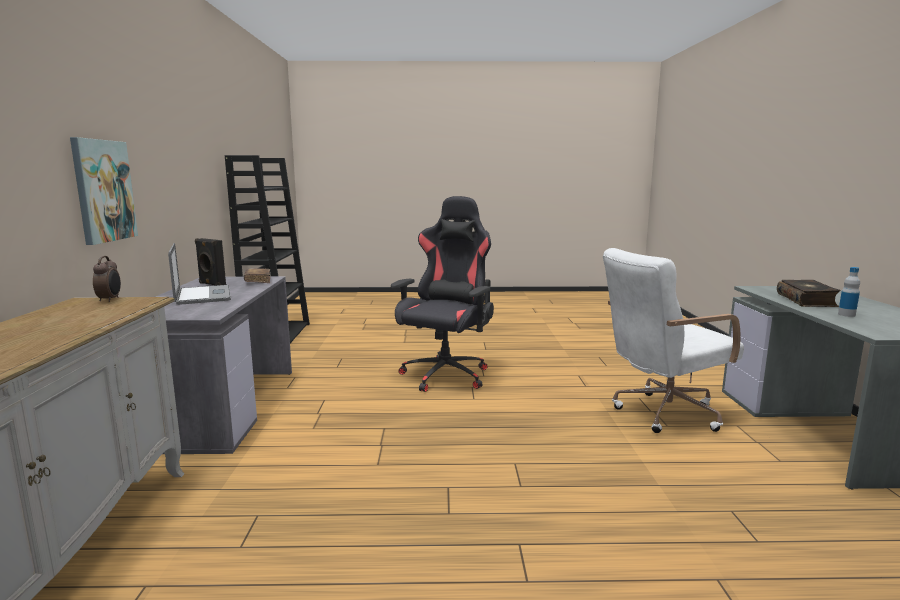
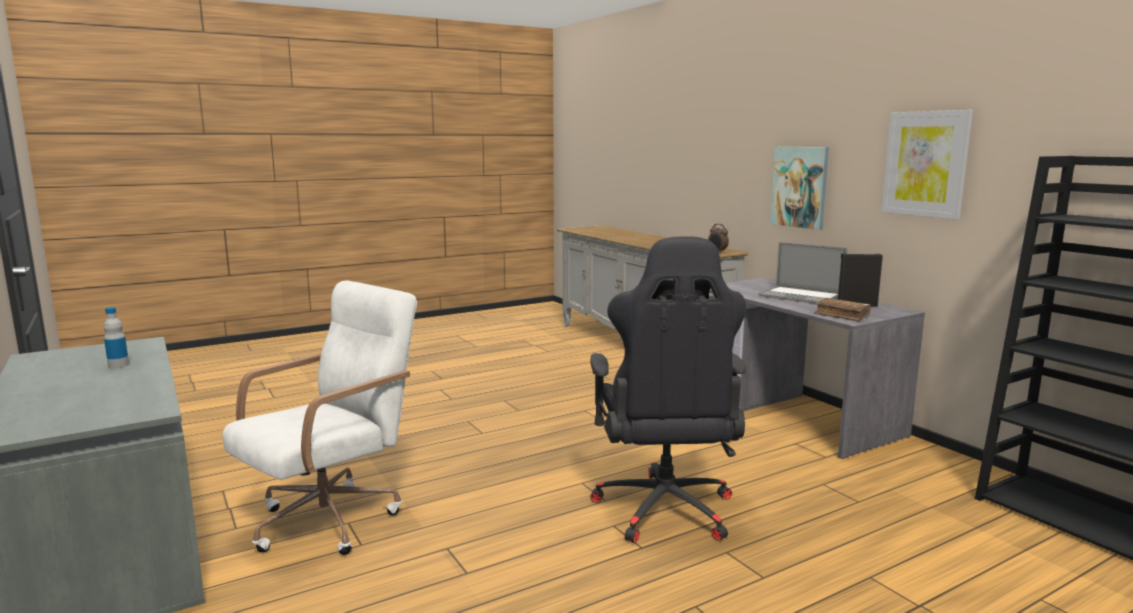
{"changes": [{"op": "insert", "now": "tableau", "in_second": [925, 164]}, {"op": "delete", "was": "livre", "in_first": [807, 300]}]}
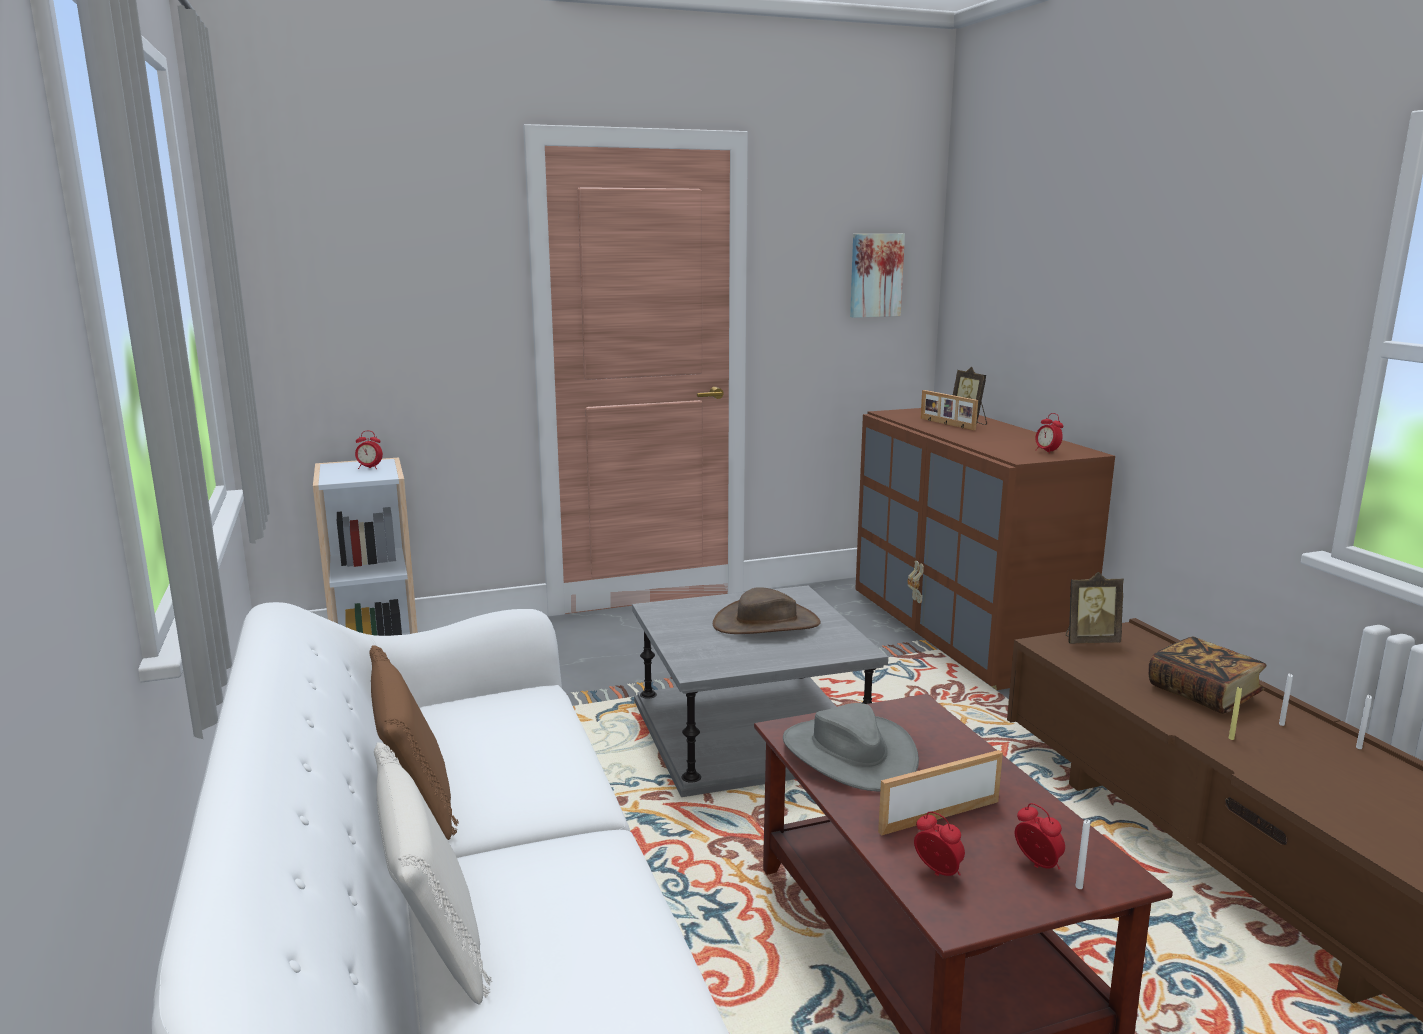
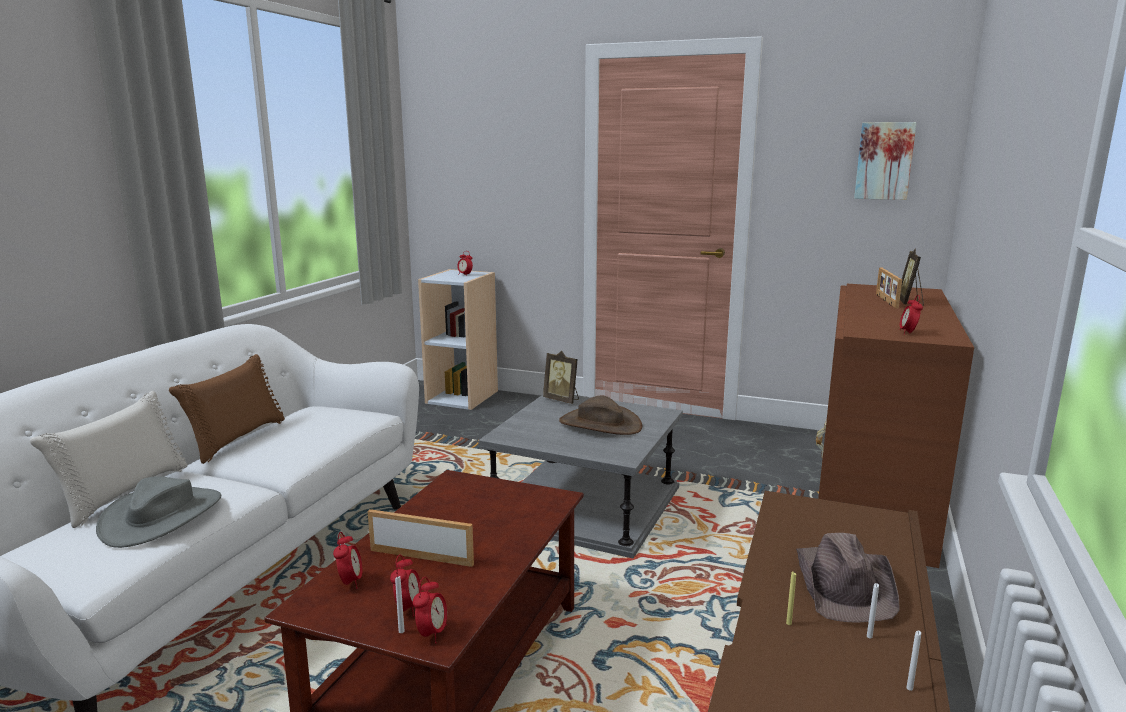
{"changes": [{"op": "move", "was": "chapeau/gris", "in_first": [848, 754], "in_second": [162, 516]}, {"op": "insert", "now": "réveil", "in_second": [432, 633]}, {"op": "move", "was": "cadre photo", "in_first": [1089, 641], "in_second": [562, 400]}, {"op": "replace", "was": "livre", "now": "chapeau/marron", "in_first": [1203, 694], "in_second": [845, 585]}]}
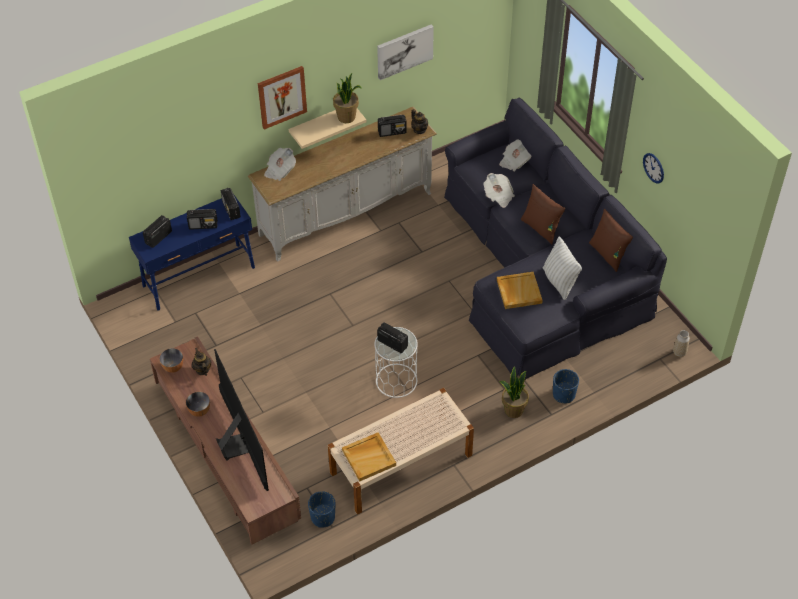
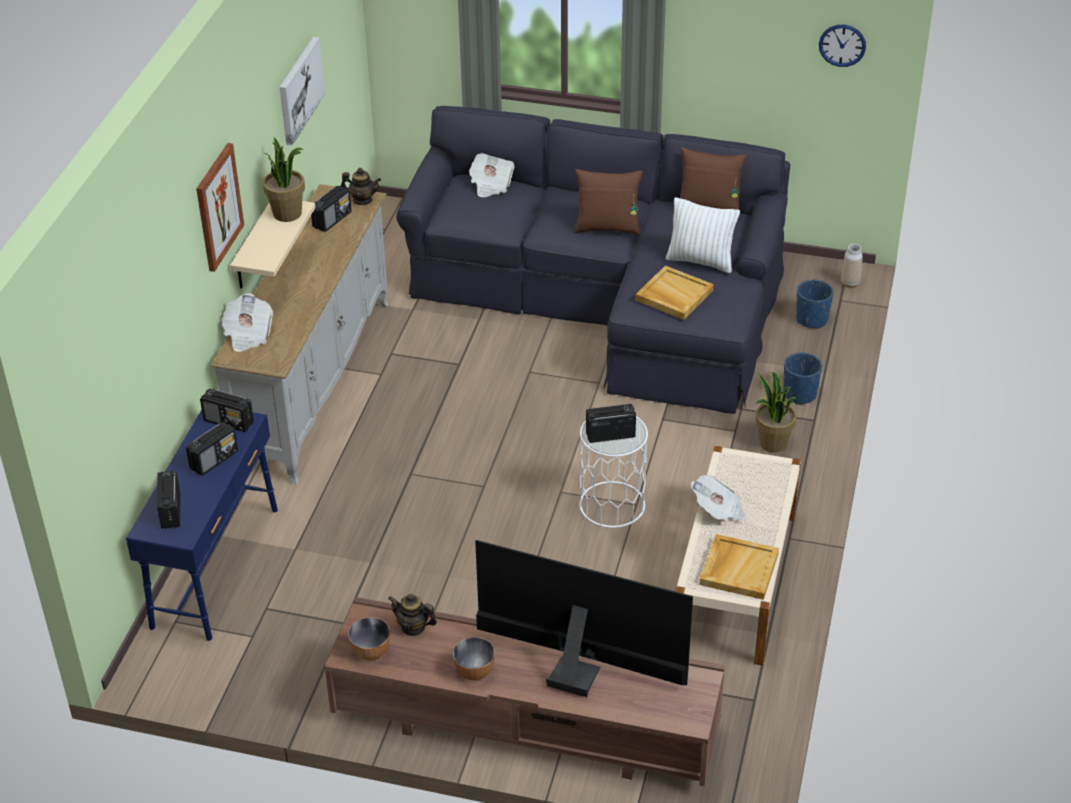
{"changes": [{"op": "move", "was": "journal", "in_first": [498, 196], "in_second": [718, 511]}, {"op": "move", "was": "cache-pot/bleu", "in_first": [323, 517], "in_second": [812, 319]}, {"op": "move", "was": "horloge murale", "in_first": [653, 168], "in_second": [842, 45]}]}
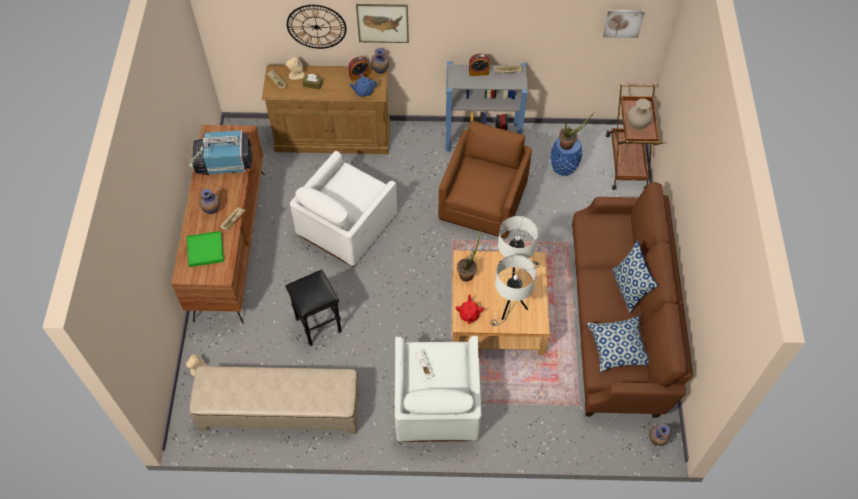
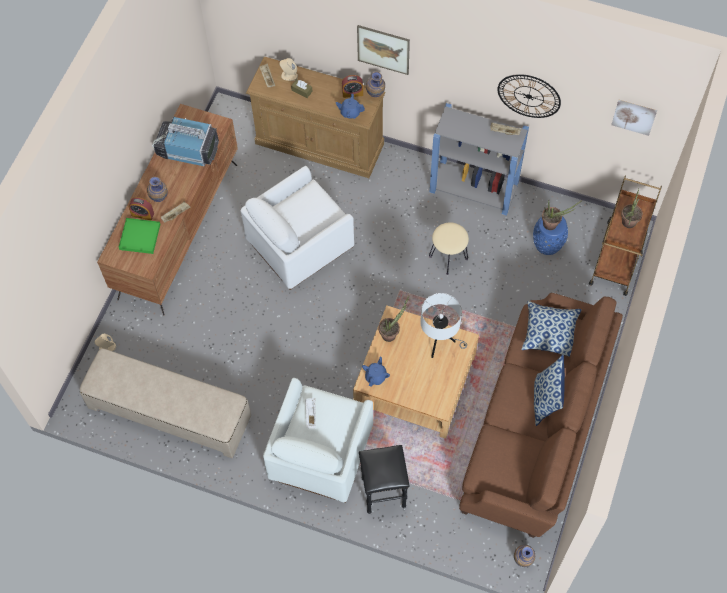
{"changes": [{"op": "move", "was": "réveil", "in_first": [478, 72], "in_second": [142, 214]}, {"op": "move", "was": "tabouret/noir", "in_first": [317, 324], "in_second": [382, 491]}, {"op": "recolor", "was": "théière/rouge", "now": "théière/bleu", "in_first": [469, 314], "in_second": [376, 376]}, {"op": "replace", "was": "fauteuil/marron", "now": "tabouret/beige", "in_first": [484, 201], "in_second": [448, 257]}, {"op": "move", "was": "horloge murale", "in_first": [316, 26], "in_second": [529, 96]}, {"op": "move", "was": "coussin", "in_first": [618, 348], "in_second": [550, 334]}, {"op": "replace", "was": "vase/beige", "now": "plante en pot", "in_first": [637, 123], "in_second": [627, 224]}, {"op": "delete", "was": "lampe de table/blanc", "in_first": [509, 309]}]}
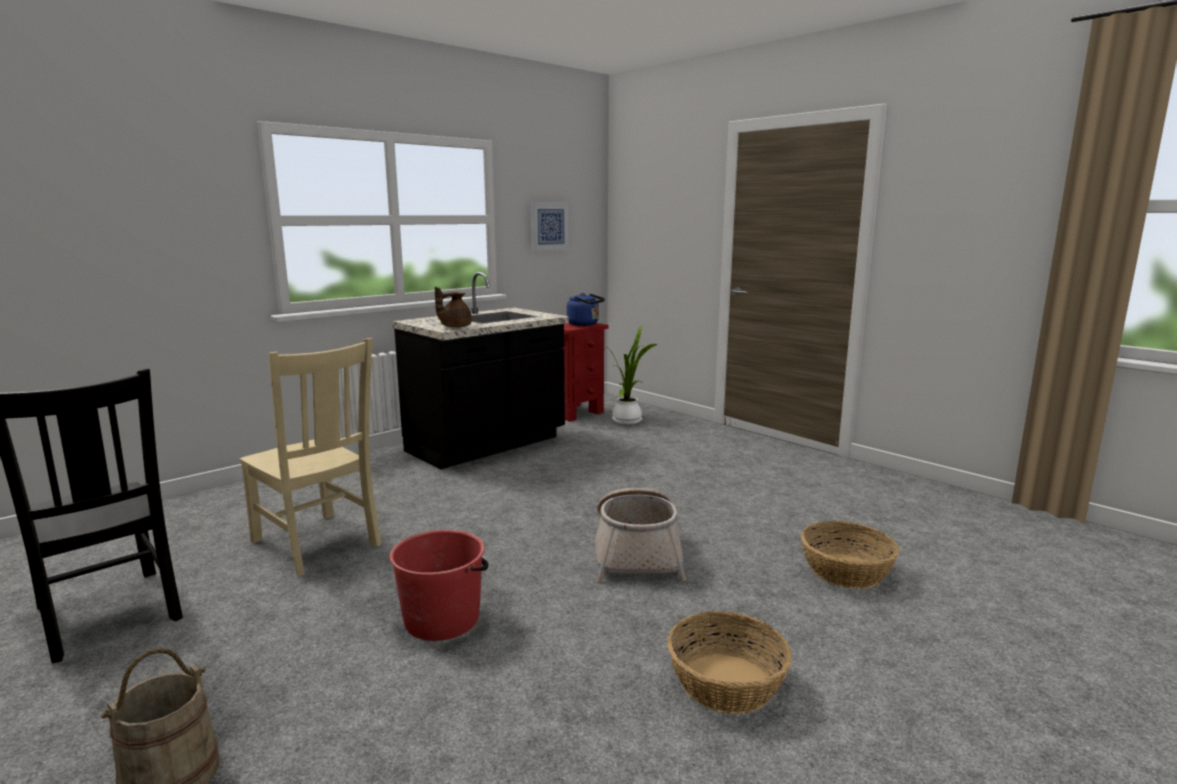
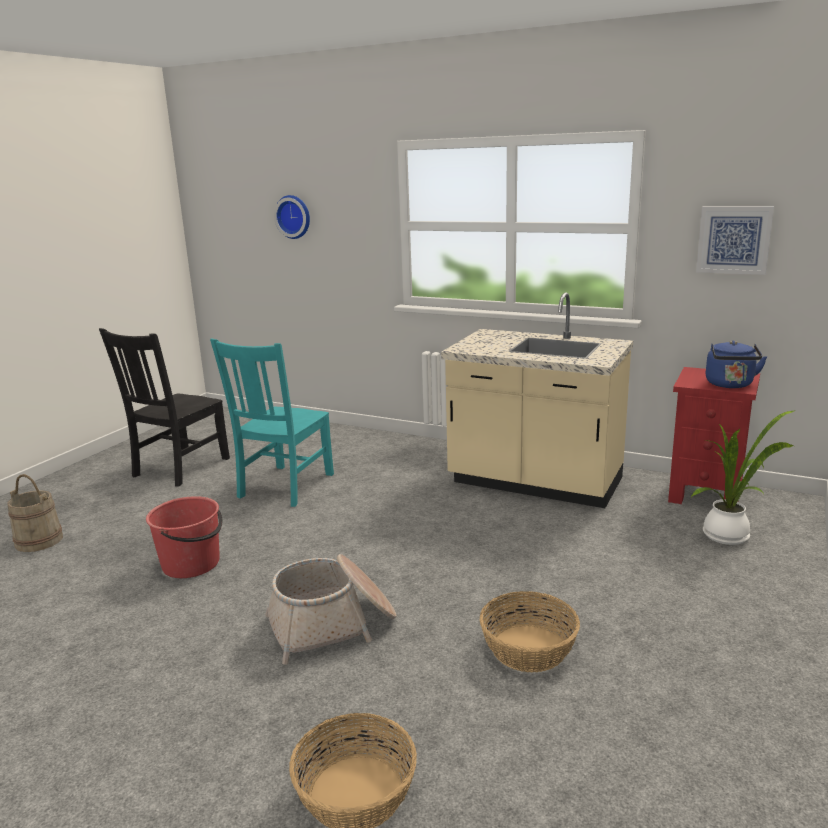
{"changes": [{"op": "recolor", "was": "chaise/beige", "now": "chaise/turquoise", "in_first": [317, 544], "in_second": [284, 487]}, {"op": "insert", "now": "horloge murale", "in_second": [294, 216]}, {"op": "recolor", "was": "comptoir de cuisine/noir", "now": "comptoir de cuisine/beige", "in_first": [487, 445], "in_second": [535, 483]}, {"op": "move", "was": "panier", "in_first": [727, 682], "in_second": [529, 649]}, {"op": "delete", "was": "théière/marron", "in_first": [454, 326]}]}
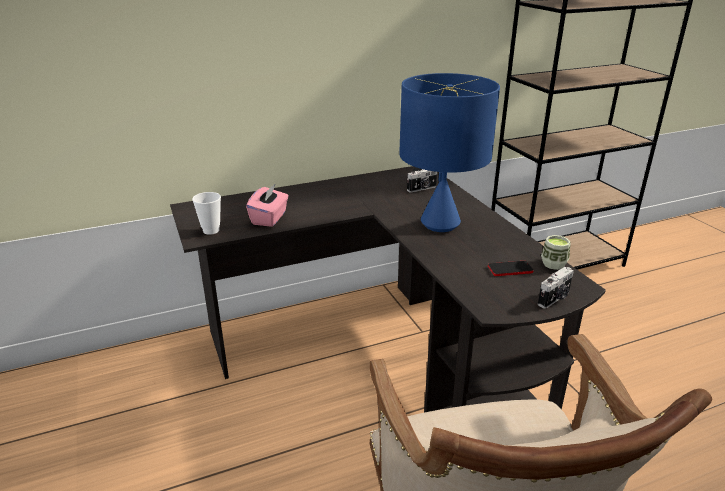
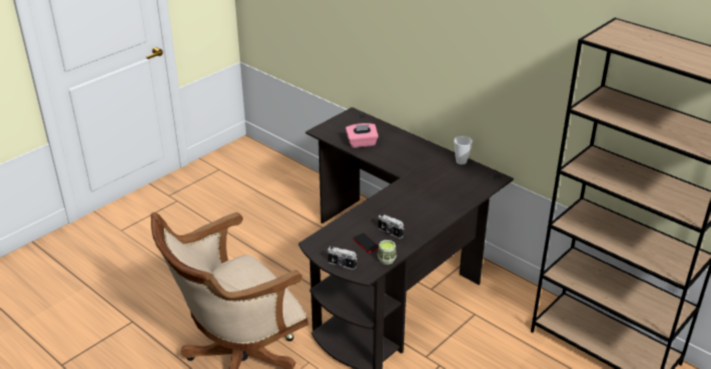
{"changes": [{"op": "move", "was": "appareil photo", "in_first": [422, 189], "in_second": [390, 233]}, {"op": "move", "was": "tasse", "in_first": [211, 230], "in_second": [461, 161]}, {"op": "delete", "was": "lampe de table/bleu", "in_first": [440, 225]}]}
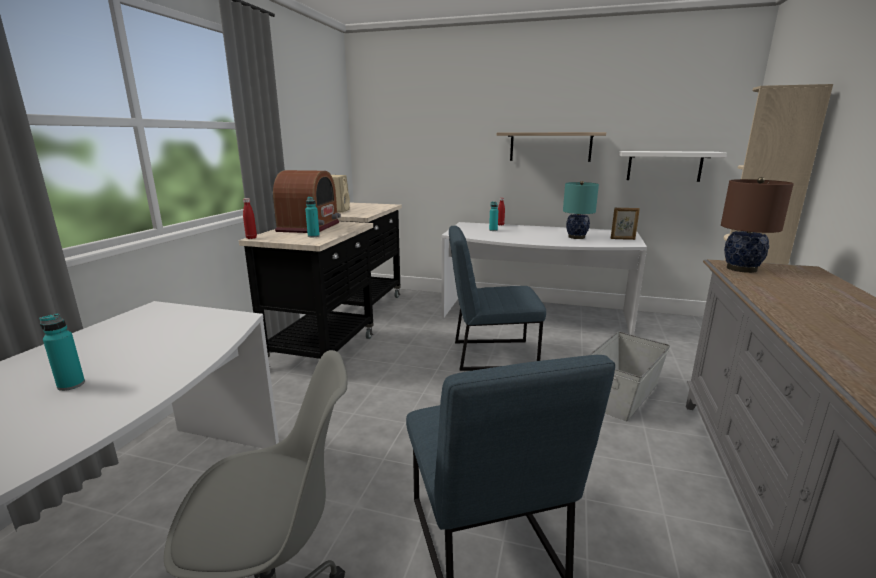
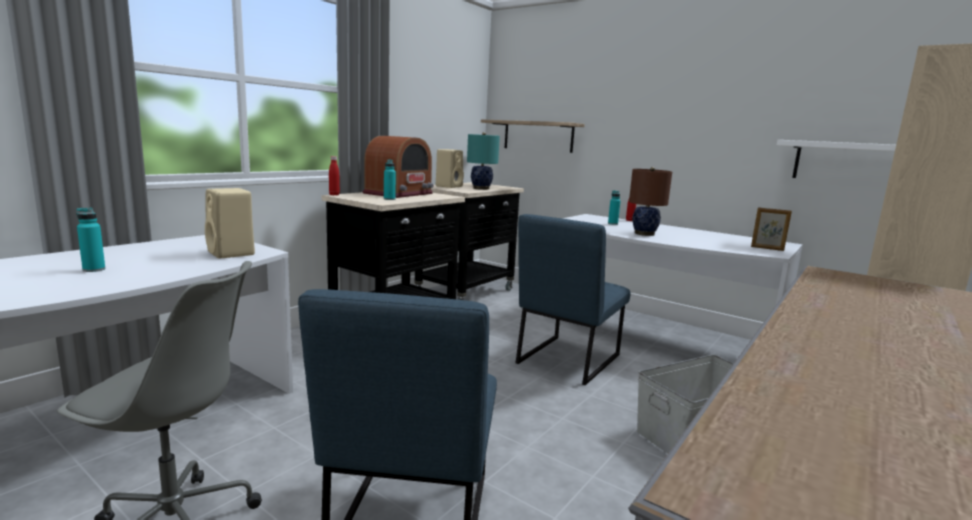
{"changes": [{"op": "insert", "now": "enceinte/beige", "in_second": [232, 253]}, {"op": "move", "was": "lampe de table/turquoise", "in_first": [576, 237], "in_second": [481, 188]}, {"op": "move", "was": "étagère", "in_first": [550, 147], "in_second": [538, 136]}, {"op": "rotate", "was": "chaise/bleu", "in_first": [491, 354], "in_second": [566, 360], "clockwise": -75}, {"op": "move", "was": "lampe de table/marron", "in_first": [741, 269], "in_second": [644, 234]}]}
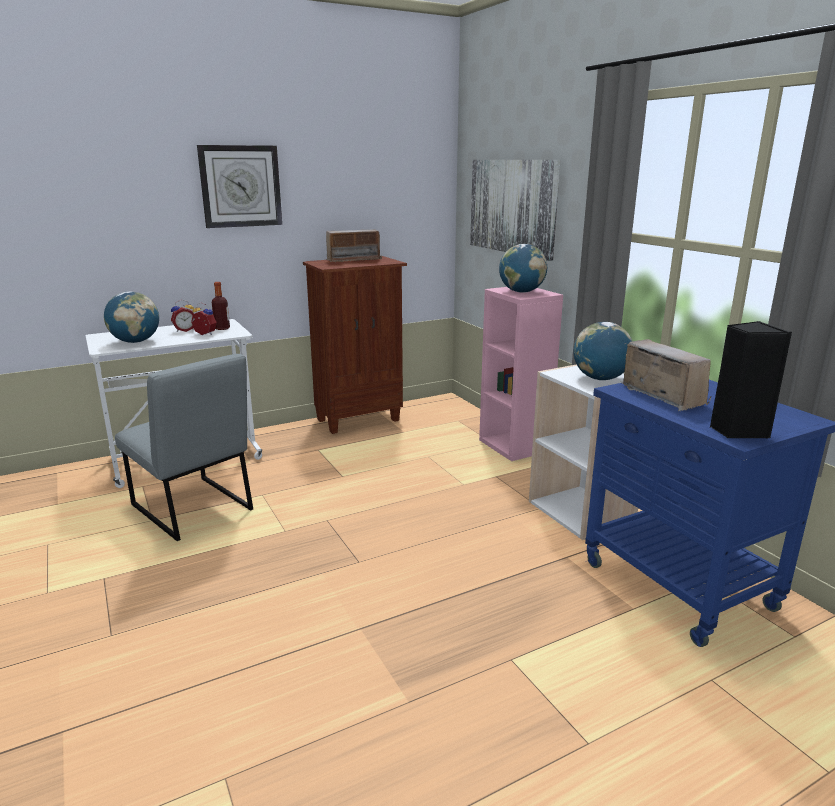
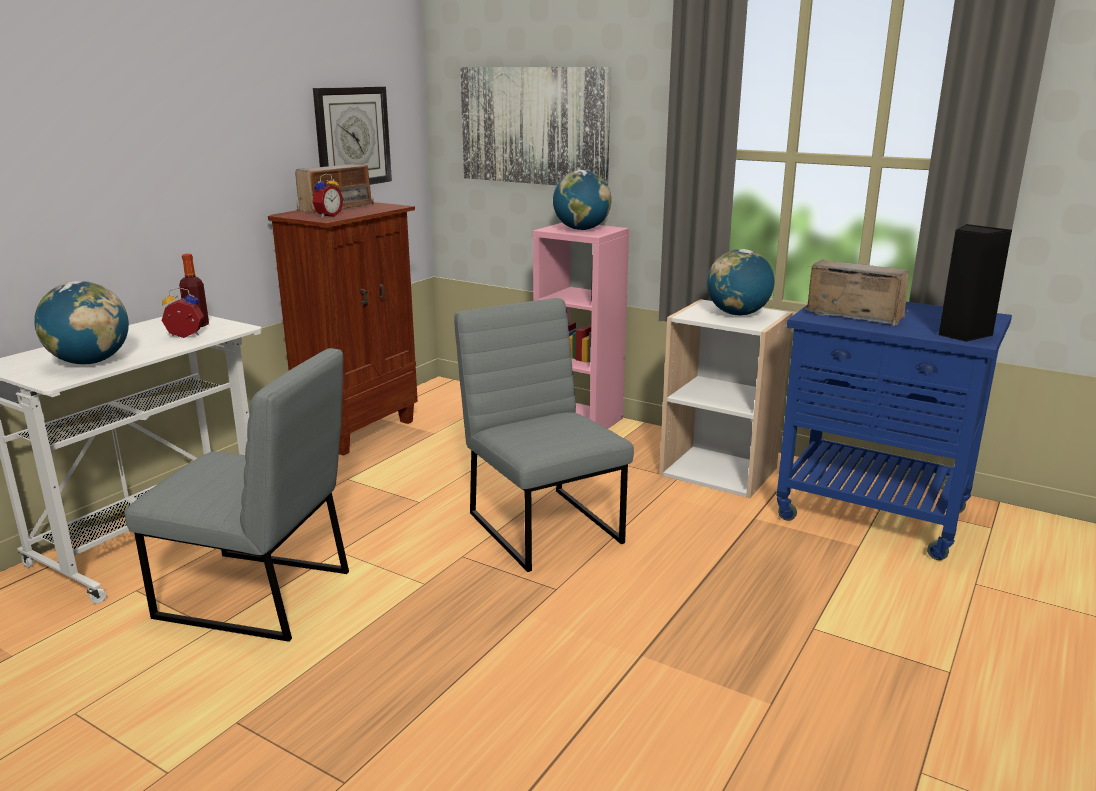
{"changes": [{"op": "move", "was": "réveil", "in_first": [184, 330], "in_second": [327, 216]}, {"op": "move", "was": "horloge murale", "in_first": [240, 186], "in_second": [352, 137]}, {"op": "insert", "now": "chaise/gris", "in_second": [543, 525]}]}
